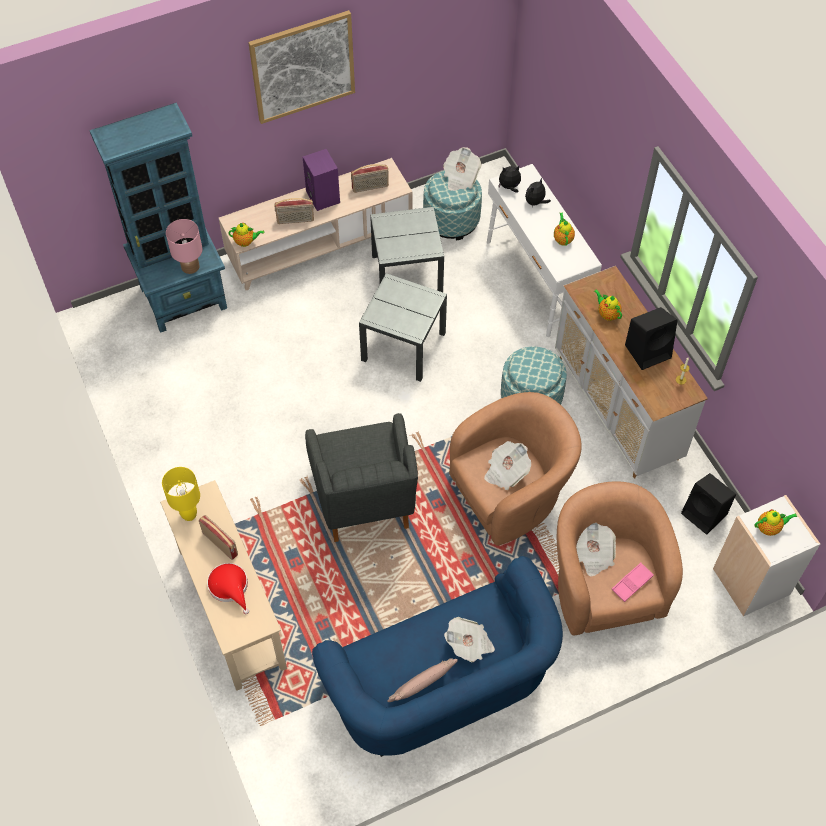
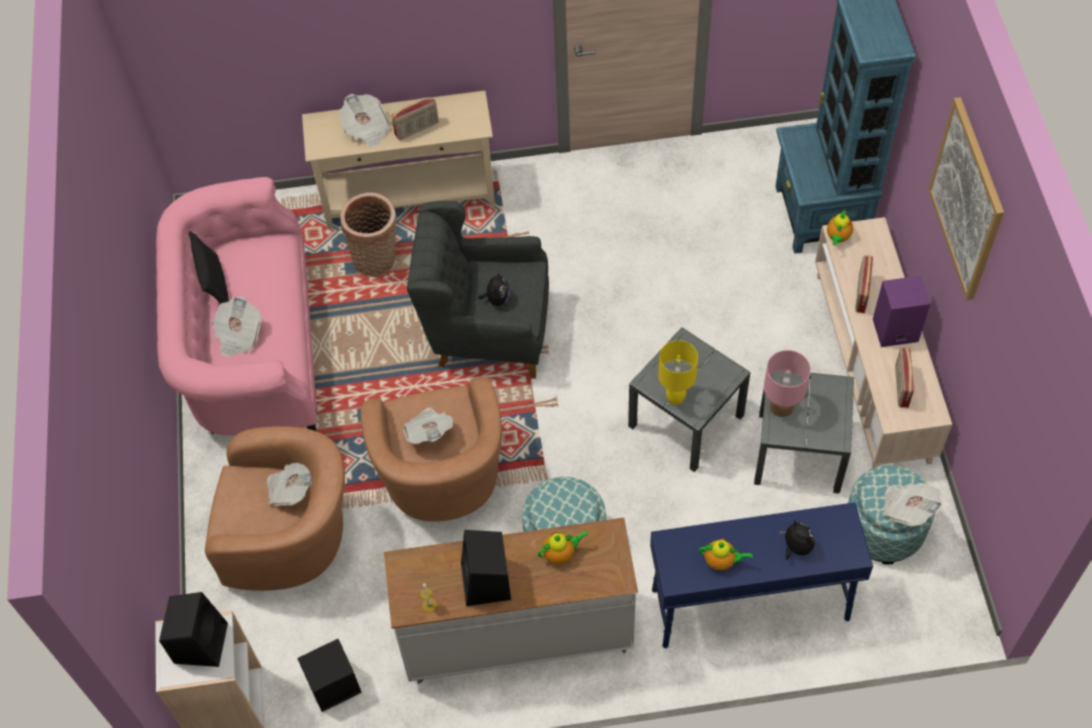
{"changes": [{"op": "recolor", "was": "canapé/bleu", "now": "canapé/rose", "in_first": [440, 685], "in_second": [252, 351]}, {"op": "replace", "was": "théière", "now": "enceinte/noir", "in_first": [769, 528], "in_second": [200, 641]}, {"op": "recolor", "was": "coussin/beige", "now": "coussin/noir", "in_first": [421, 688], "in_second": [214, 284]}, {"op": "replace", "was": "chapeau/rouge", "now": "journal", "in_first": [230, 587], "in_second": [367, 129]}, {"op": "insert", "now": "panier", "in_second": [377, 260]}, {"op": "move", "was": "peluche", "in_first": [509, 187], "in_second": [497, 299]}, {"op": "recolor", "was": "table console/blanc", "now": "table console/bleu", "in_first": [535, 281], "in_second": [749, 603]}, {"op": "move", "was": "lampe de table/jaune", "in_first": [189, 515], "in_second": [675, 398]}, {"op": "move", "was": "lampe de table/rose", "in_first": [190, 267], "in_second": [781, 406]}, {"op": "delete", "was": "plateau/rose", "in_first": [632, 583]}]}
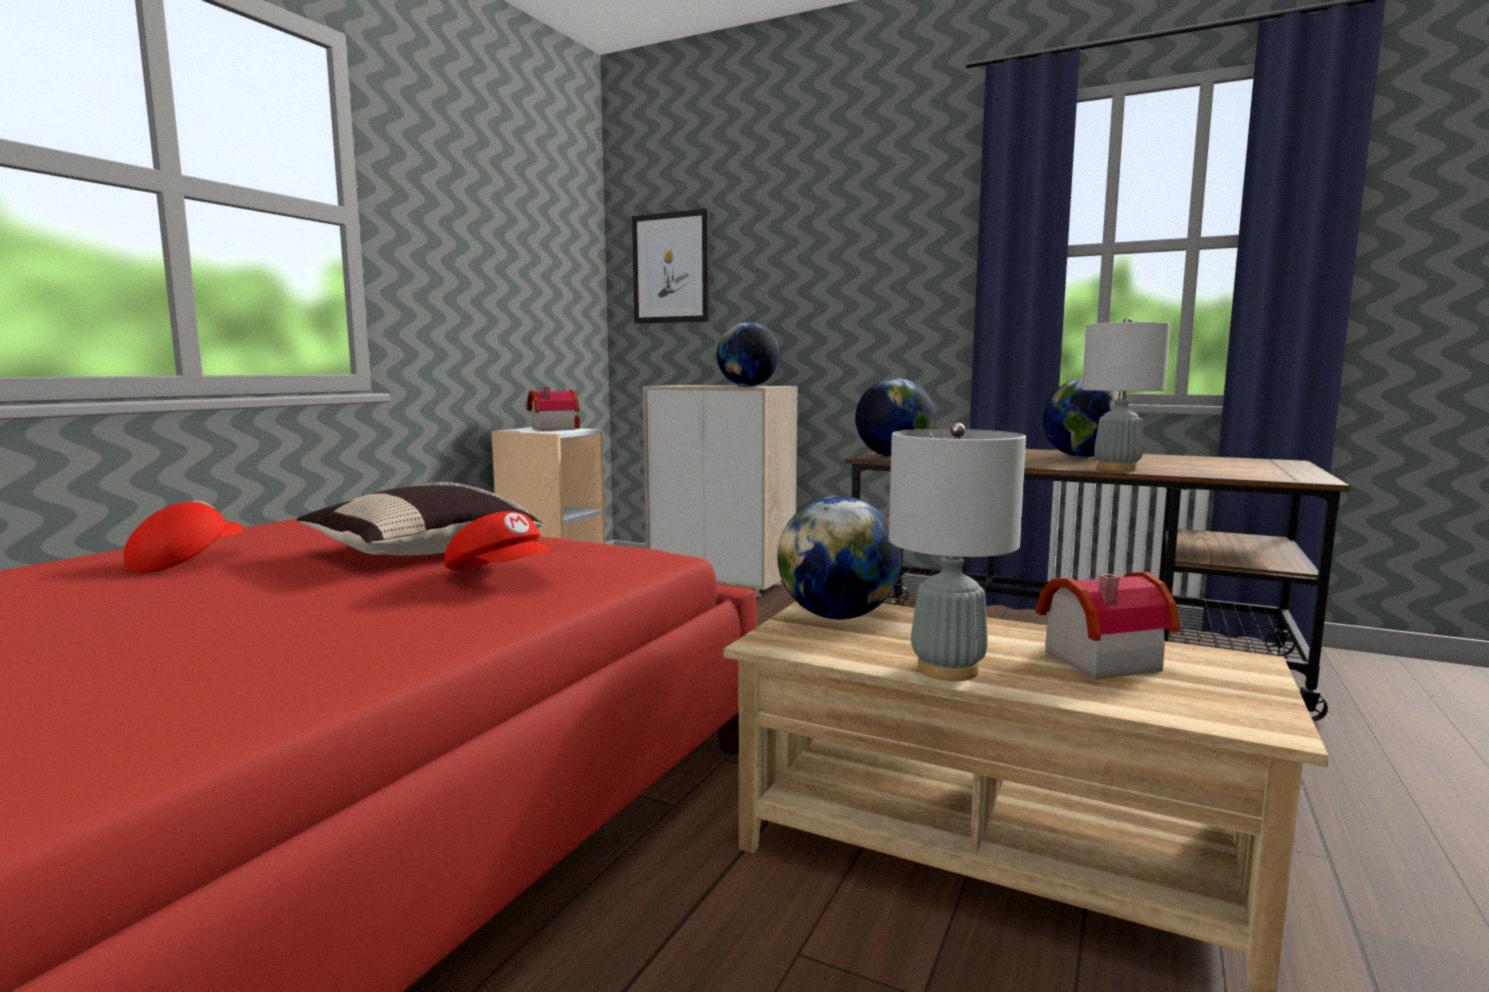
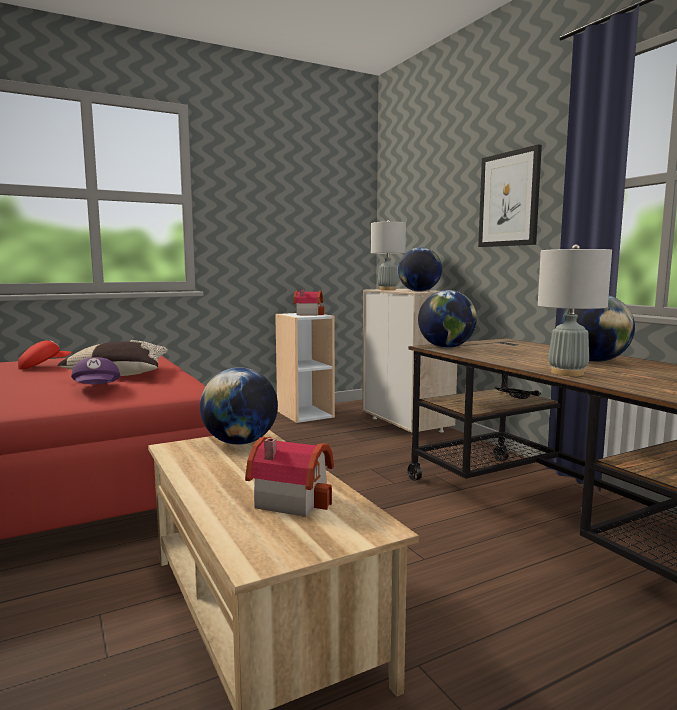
{"changes": [{"op": "recolor", "was": "casquette/rouge", "now": "casquette/violet", "in_first": [501, 574], "in_second": [97, 388]}, {"op": "move", "was": "lampe de table/gris", "in_first": [947, 669], "in_second": [387, 289]}, {"op": "move", "was": "tableau", "in_first": [672, 268], "in_second": [509, 199]}]}
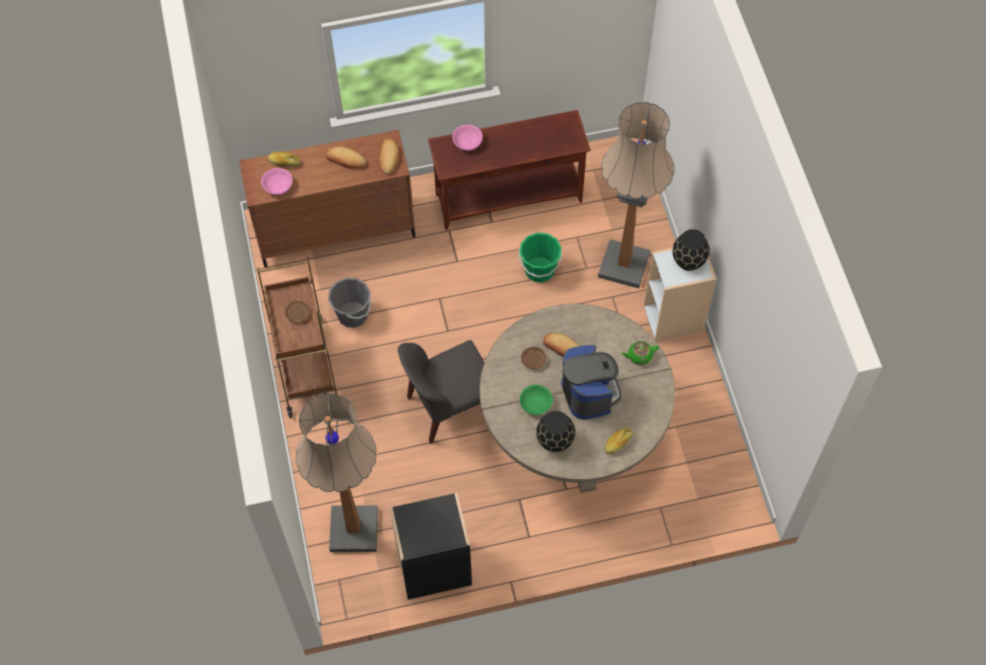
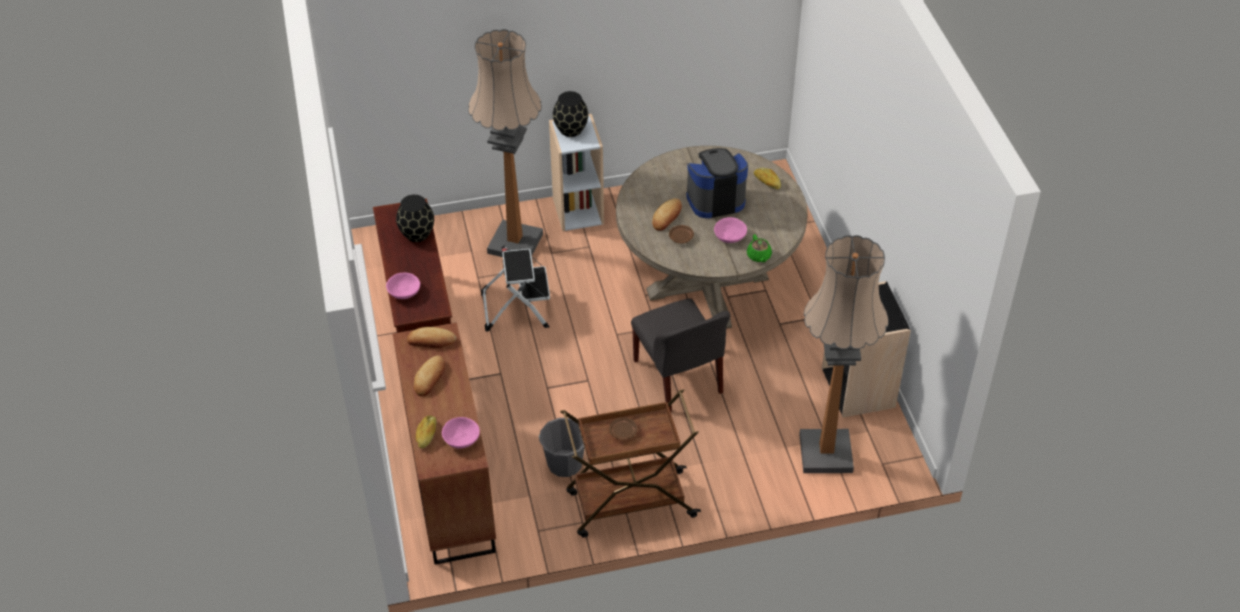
{"changes": [{"op": "move", "was": "vase/noir", "in_first": [555, 440], "in_second": [417, 233]}, {"op": "replace", "was": "seau/vert", "now": "escabeau", "in_first": [539, 270], "in_second": [516, 306]}, {"op": "recolor", "was": "bol/vert", "now": "bol/rose", "in_first": [535, 404], "in_second": [730, 236]}, {"op": "move", "was": "théière/vert", "in_first": [639, 356], "in_second": [759, 256]}]}
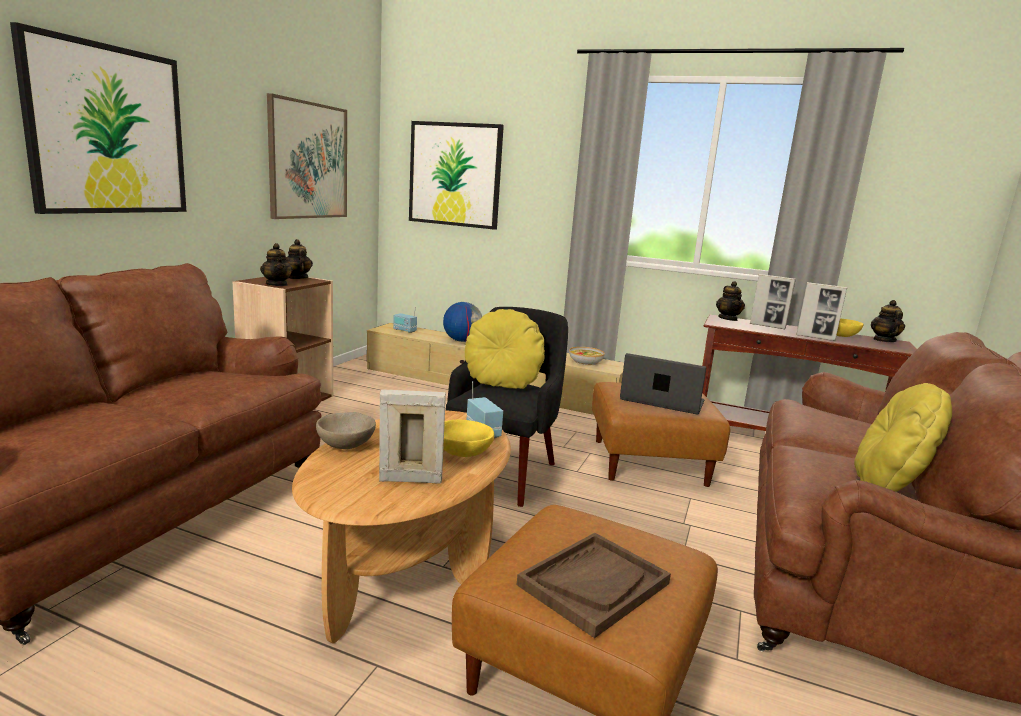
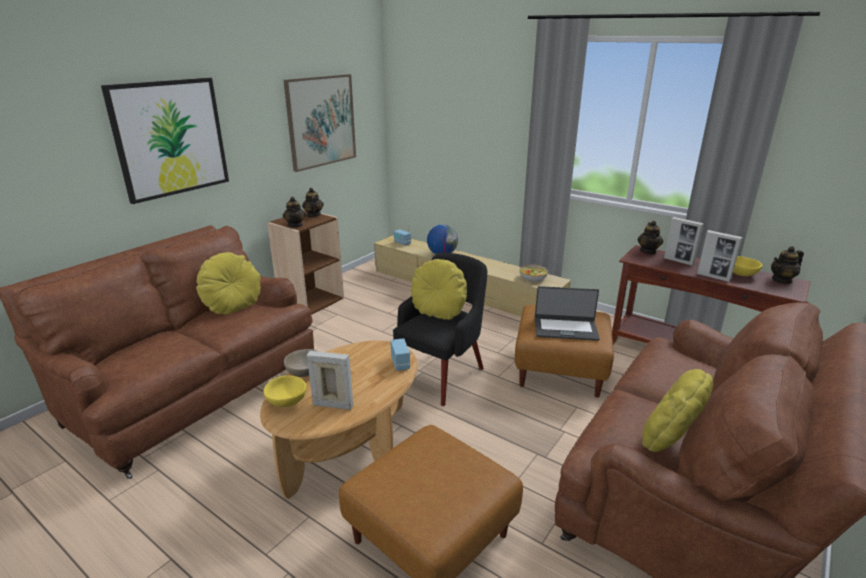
{"changes": [{"op": "insert", "now": "coussin/jaune", "in_second": [233, 308]}, {"op": "move", "was": "bol/jaune", "in_first": [463, 453], "in_second": [286, 402]}, {"op": "rotate", "was": "ordinateur portable", "in_first": [661, 401], "in_second": [565, 329], "clockwise": 150}, {"op": "rotate", "was": "théière", "in_first": [883, 340], "in_second": [782, 280], "clockwise": -135}, {"op": "delete", "was": "tableau", "in_first": [455, 175]}, {"op": "delete", "was": "plateau/marron", "in_first": [594, 584]}]}
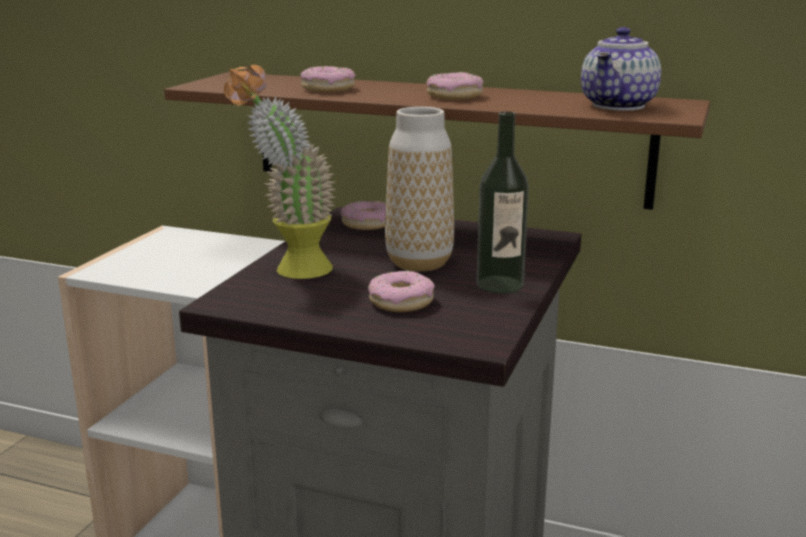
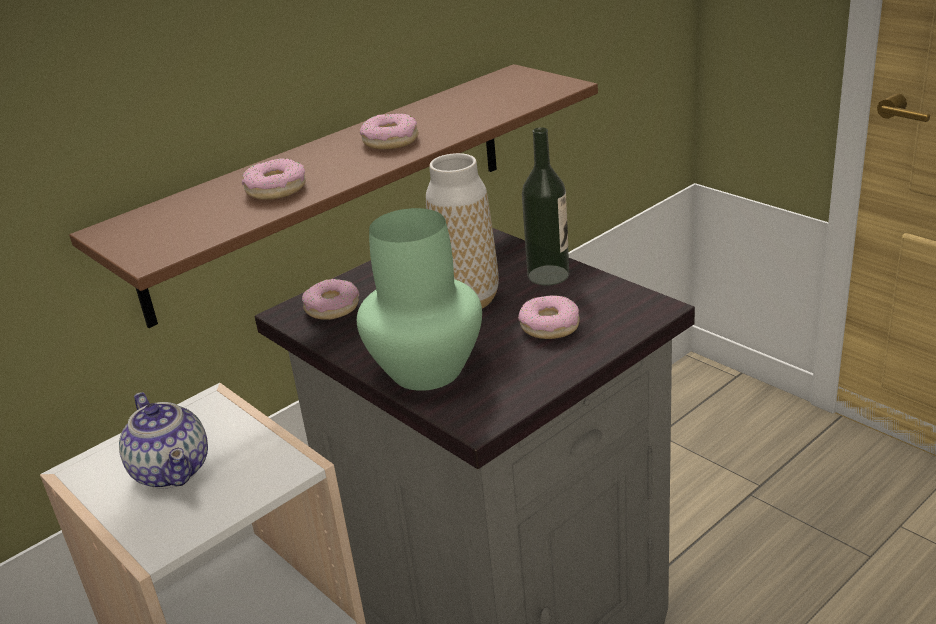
{"changes": [{"op": "move", "was": "théière", "in_first": [619, 106], "in_second": [174, 470]}, {"op": "replace", "was": "plante en pot", "now": "vase/vert", "in_first": [289, 271], "in_second": [425, 371]}]}
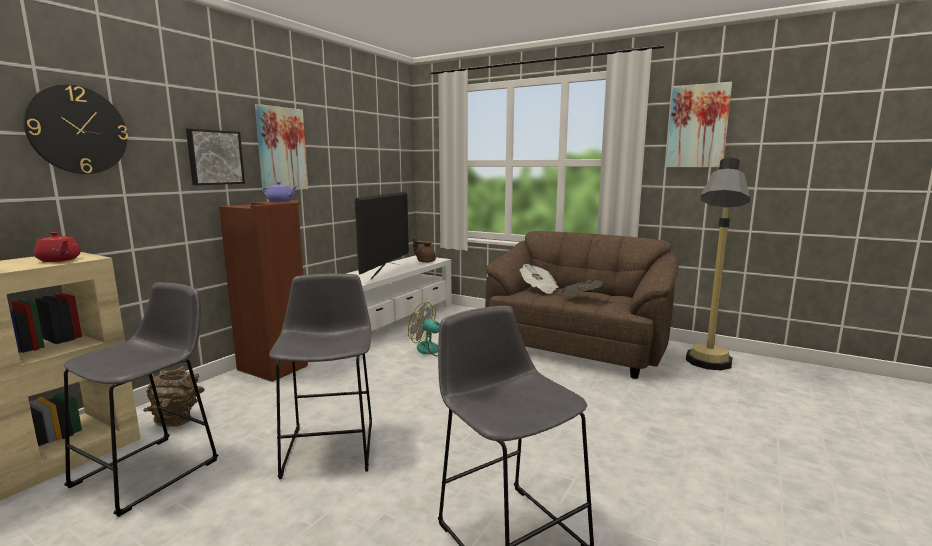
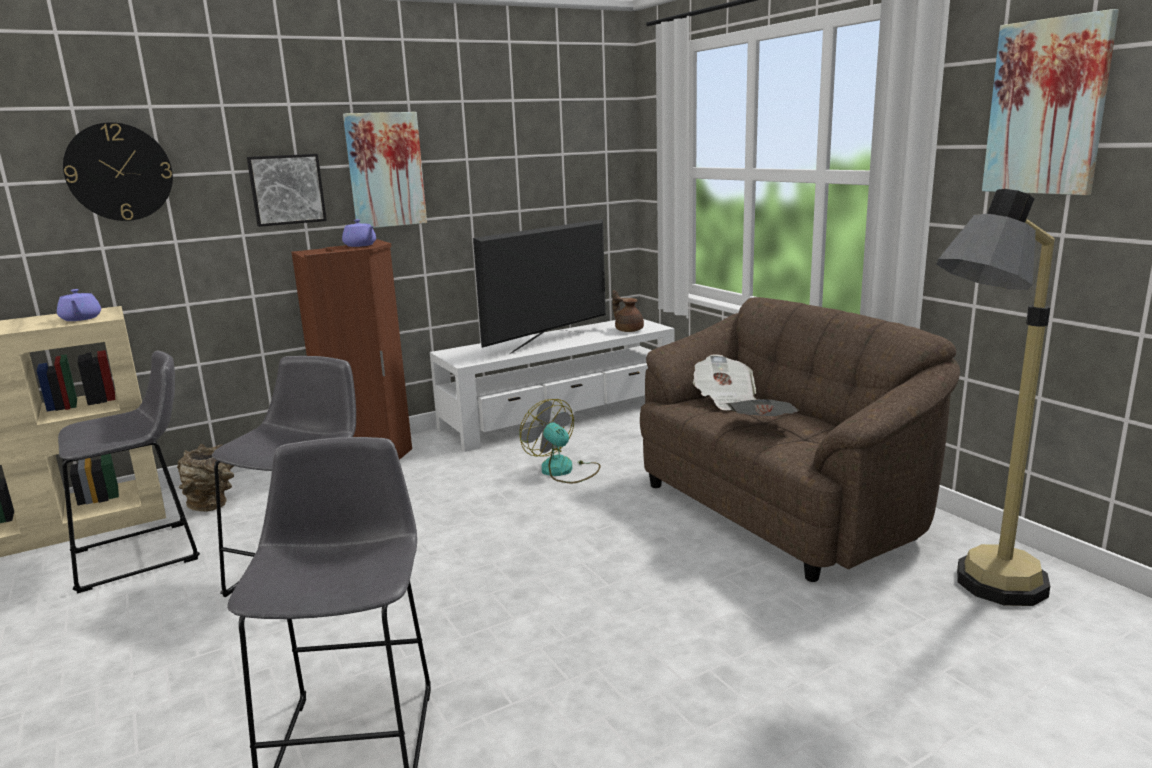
{"changes": [{"op": "recolor", "was": "théière/rouge", "now": "théière/violet", "in_first": [59, 260], "in_second": [81, 319]}]}
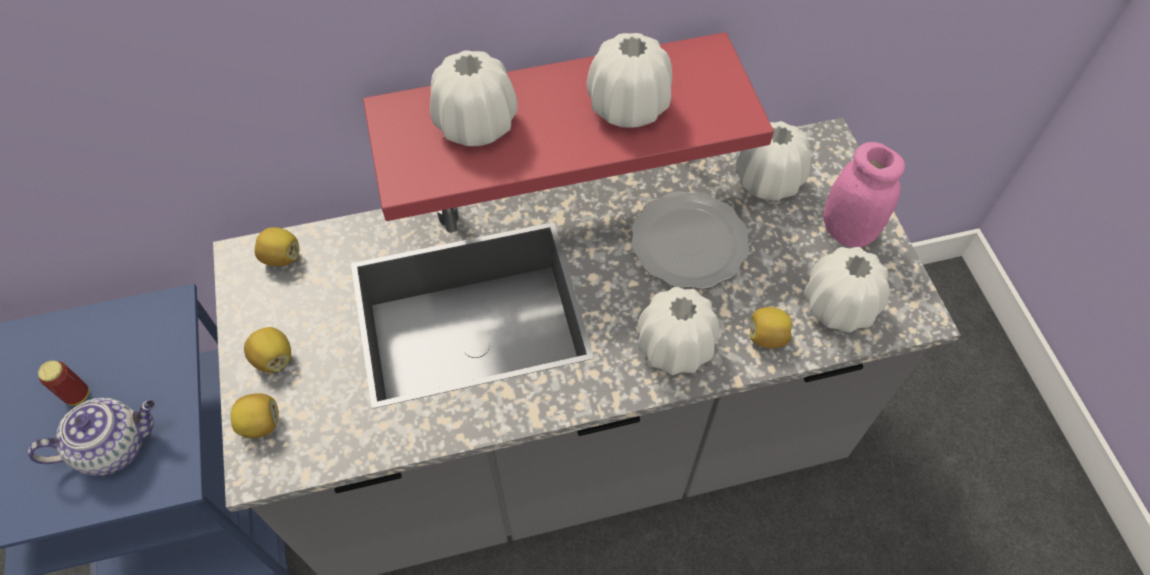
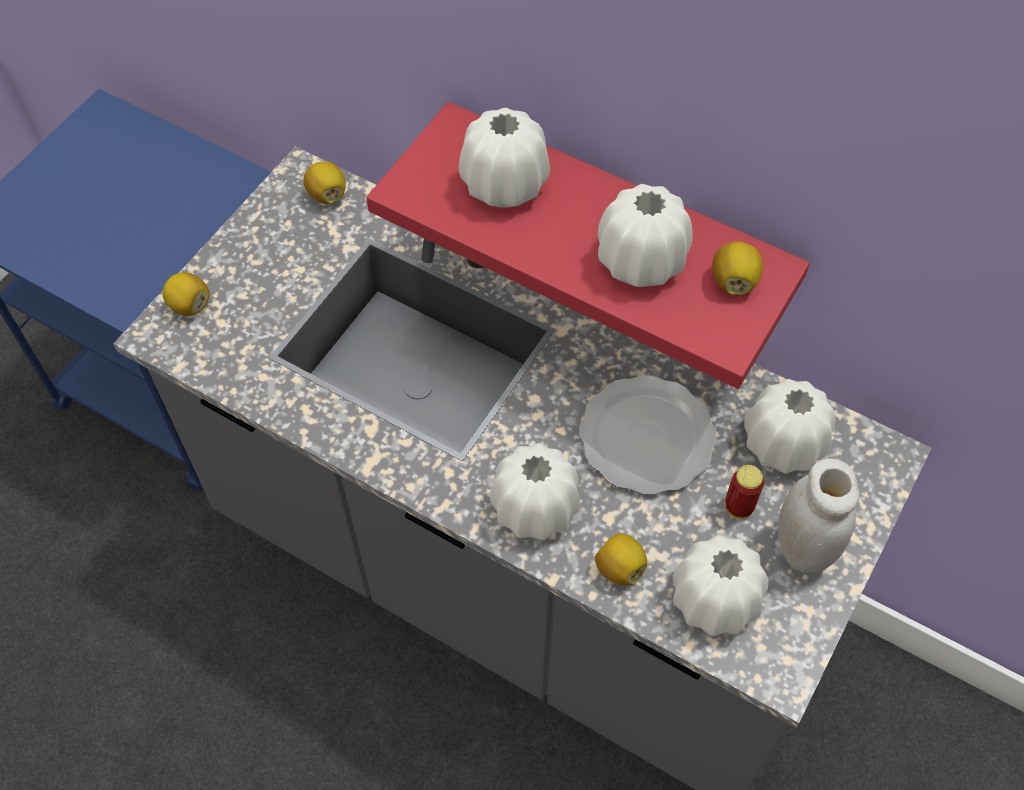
{"changes": [{"op": "move", "was": "citron", "in_first": [273, 358], "in_second": [734, 281]}, {"op": "move", "was": "boîte métallique", "in_first": [77, 395], "in_second": [739, 506]}, {"op": "recolor", "was": "bocal/rose", "now": "bocal/blanc", "in_first": [847, 231], "in_second": [803, 547]}, {"op": "delete", "was": "théière", "in_first": [115, 446]}]}
